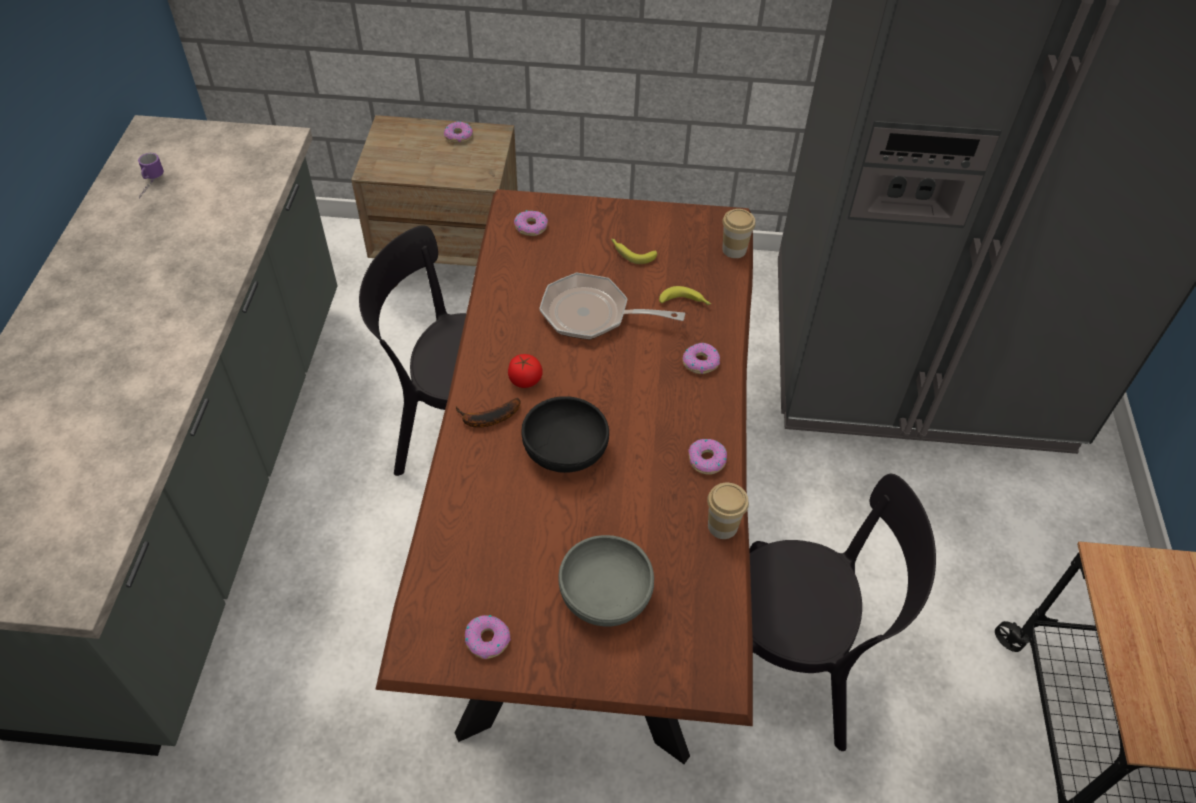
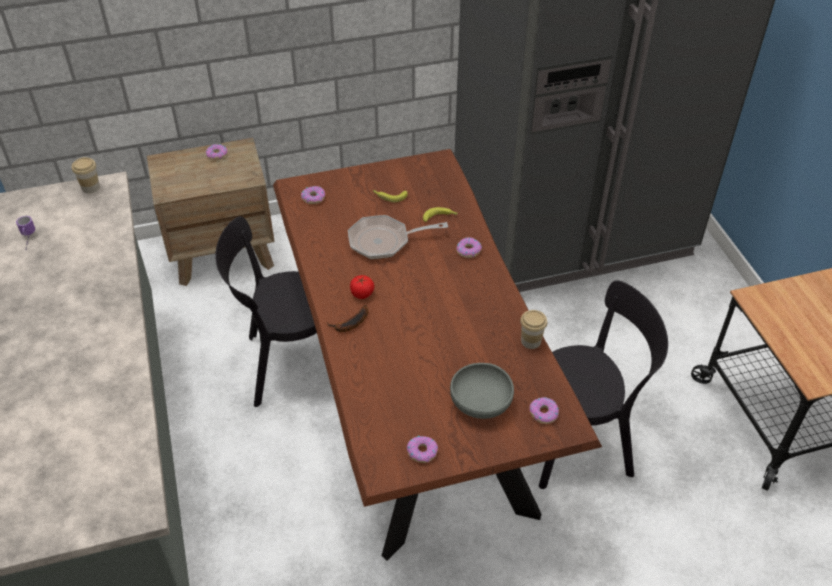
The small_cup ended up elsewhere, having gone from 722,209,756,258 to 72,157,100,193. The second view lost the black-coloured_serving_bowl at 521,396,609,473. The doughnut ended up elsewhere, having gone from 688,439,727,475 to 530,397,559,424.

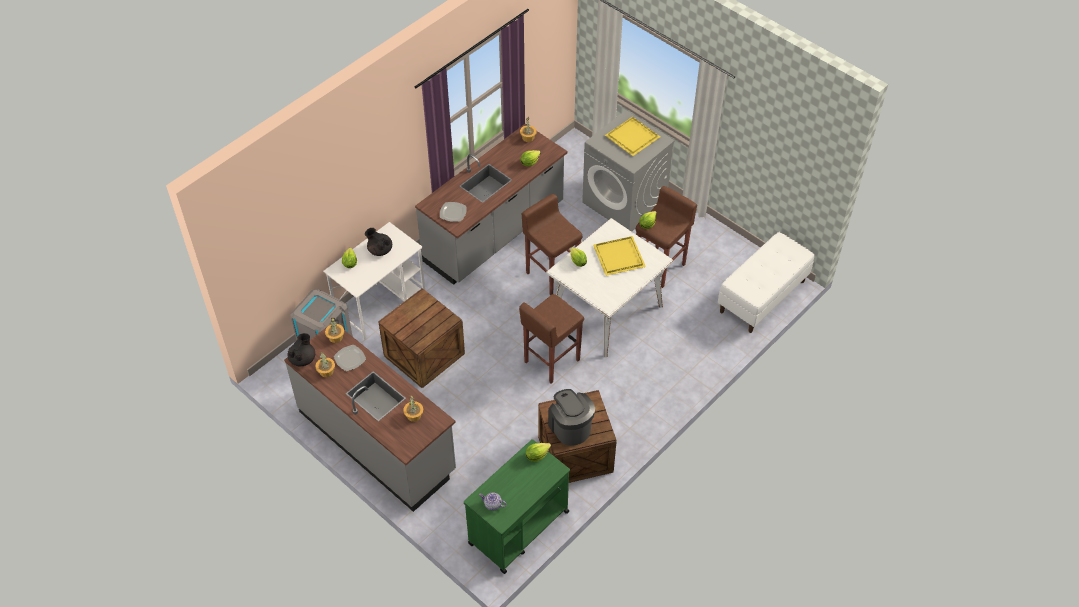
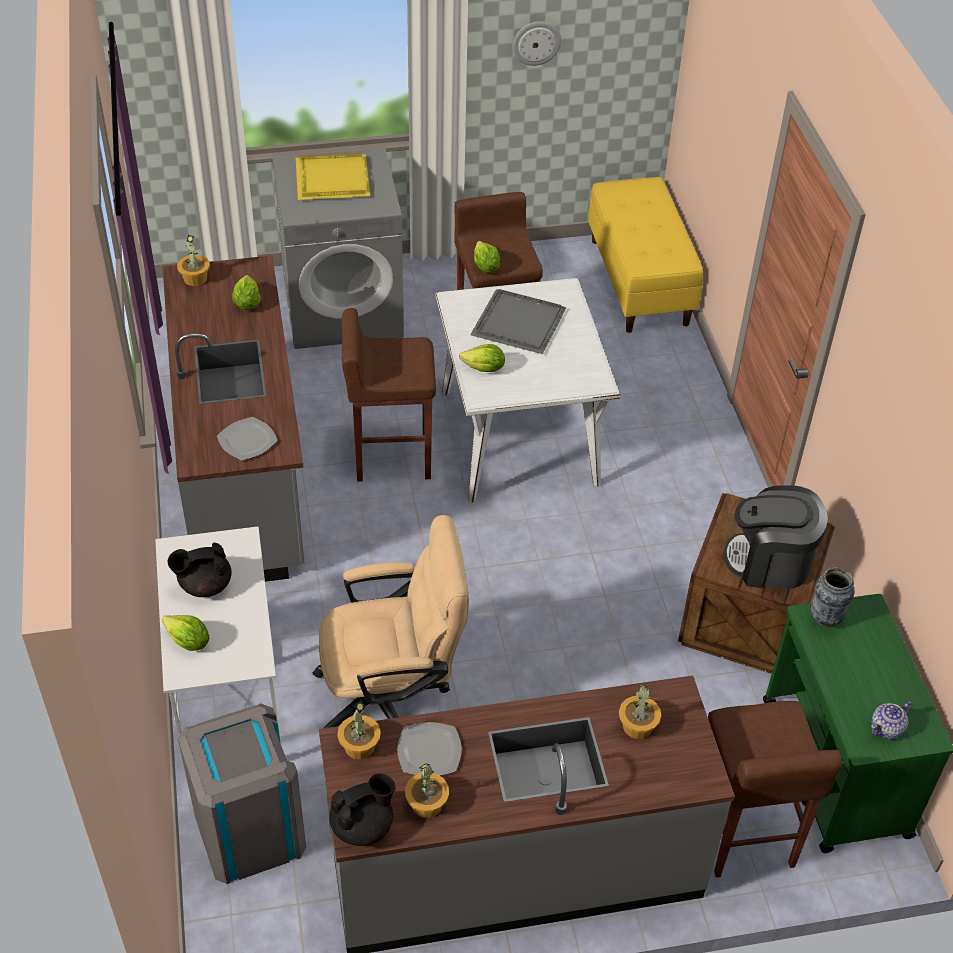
What was the whitish_long_seat at 718,232,814,333 turned into the yellowish_long_seat at 588,177,703,333. What was the yellowish_tray at 593,236,646,276 turned into the greyish_tray at 470,289,567,354. Where the shipping_crate stood at 378,288,465,388, the beige-coloured_office_chair came to stand at 313,515,469,728. The brown-coloured_stool_seat ended up elsewhere, having gone from 519,294,584,384 to 708,701,842,878. The black-coloured_pot_for_tea at 288,333,315,366 ended up facing another way, 90 degrees clockwise from before. Where the lettuce stood at 526,443,551,462, the decorative_vase came to stand at 810,567,855,627. The second view gained the hanging_clock at 513,21,561,66.

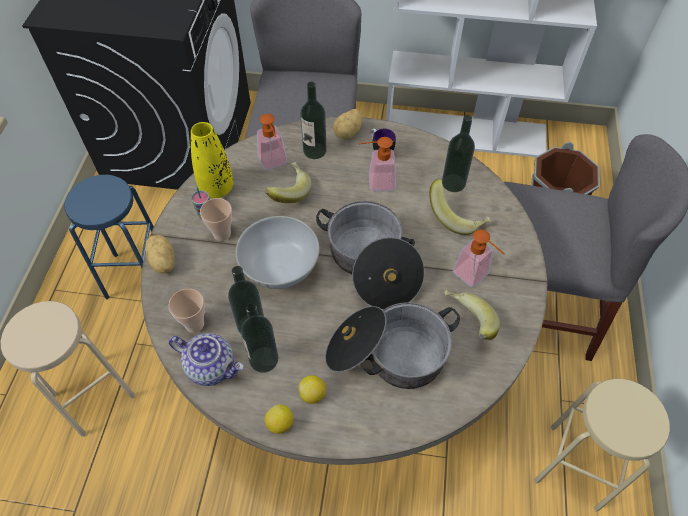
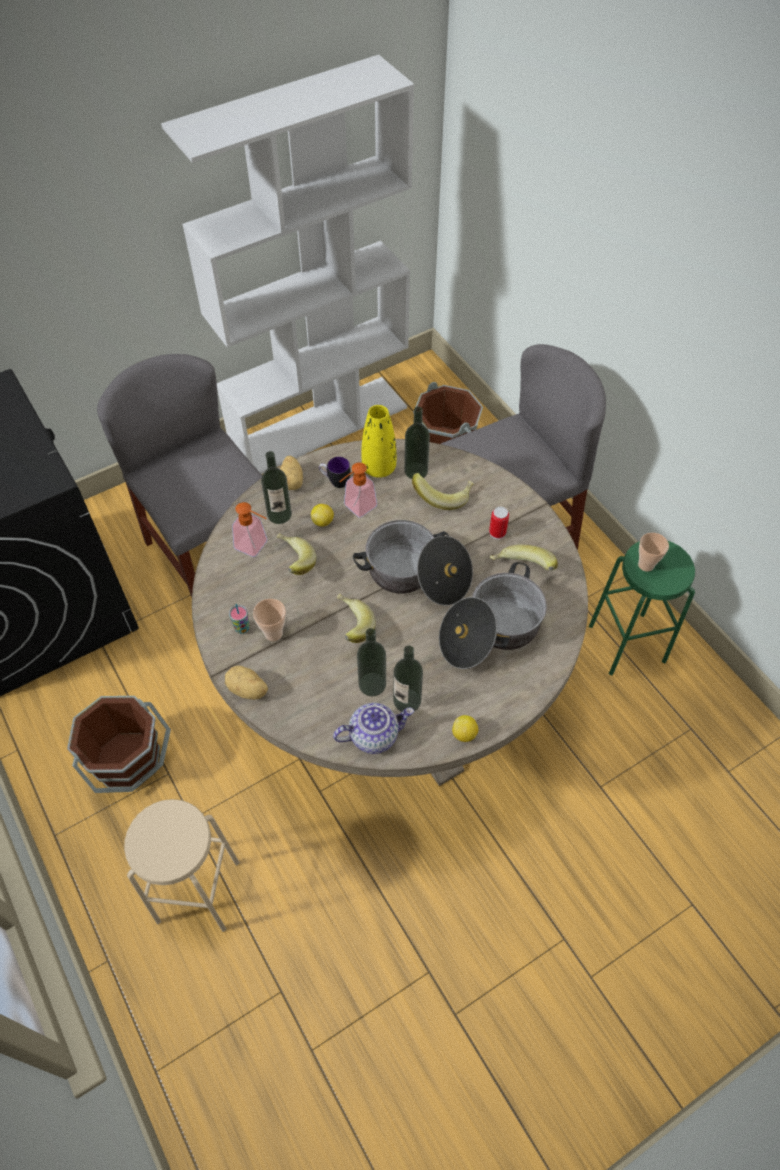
The yellowish_decorative_vase ended up elsewhere, having gone from 191,122,233,198 to 361,405,397,478. Where the bluish_stool_seat stood at 64,175,154,300, the brown-coloured_water_bucket came to stand at 67,696,171,793. Where the whitish_serving_bowl stood at 235,216,319,289, the whole_banana came to stand at 337,594,376,643. Where the liquid_soap_bottle stood at 453,229,504,287, the can came to stand at 489,507,509,539. The small_cup ended up elsewhere, having gone from 168,289,205,333 to 638,533,669,572. The whole_lemon ended up elsewhere, having gone from 299,375,326,404 to 311,504,334,526. What was the beige-coloured_stool_seat at 534,379,670,512 turned into the greenish_stool_seat at 589,540,695,675.

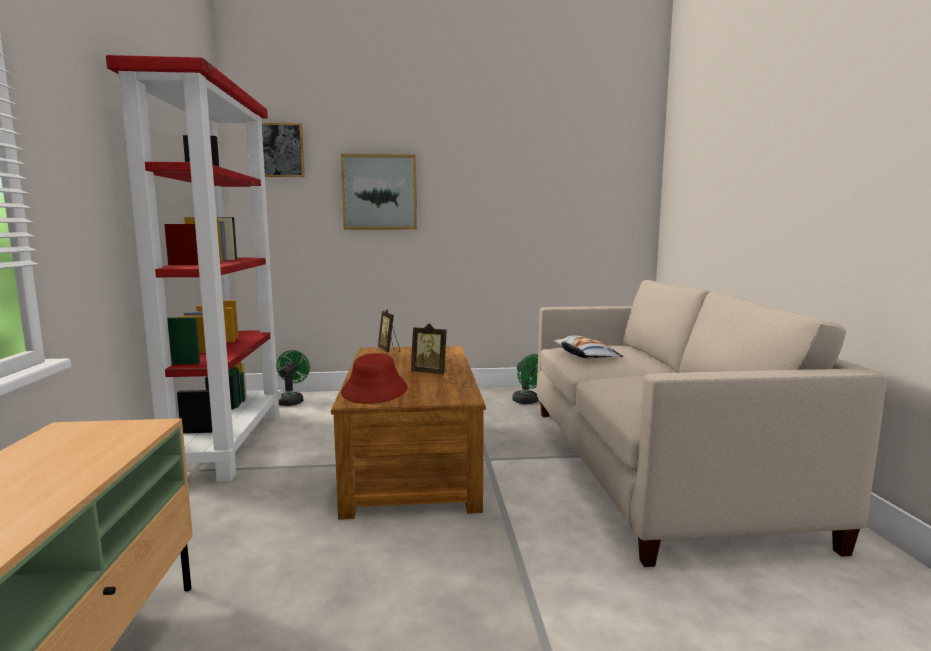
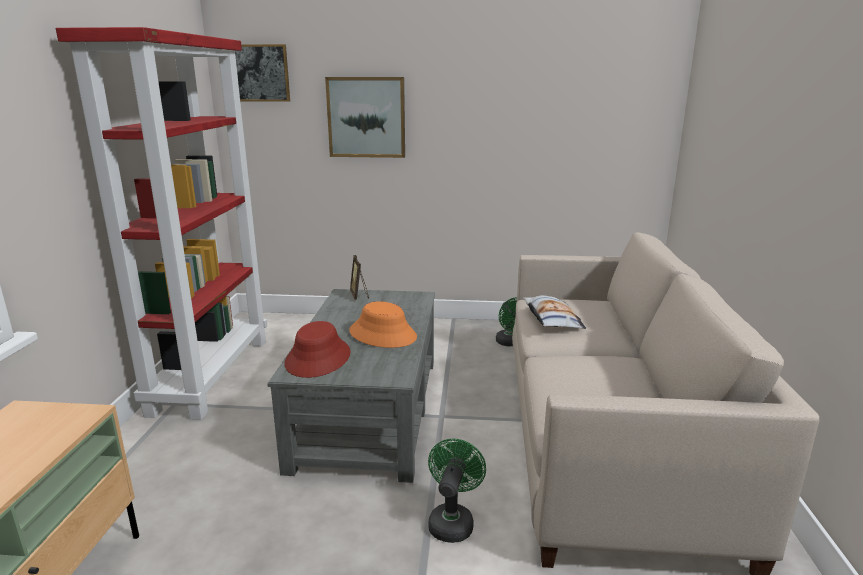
Where the photo_frame stood at 411,323,447,374, the orange-coloured_hat came to stand at 349,301,417,348. What was the brown-coloured_low_table at 331,346,486,520 turned into the greyish_low_table at 267,289,435,483. The greenish_cooling_fan ended up elsewhere, having gone from 276,350,310,406 to 428,439,486,543.

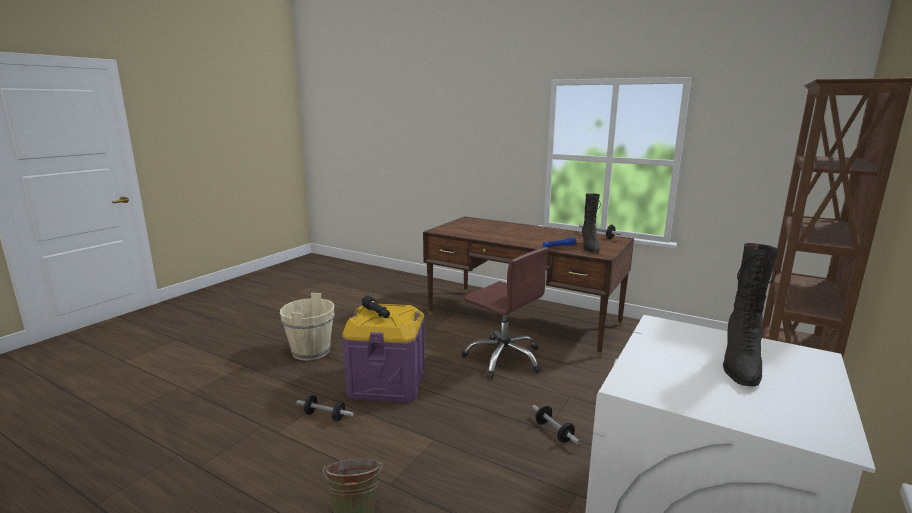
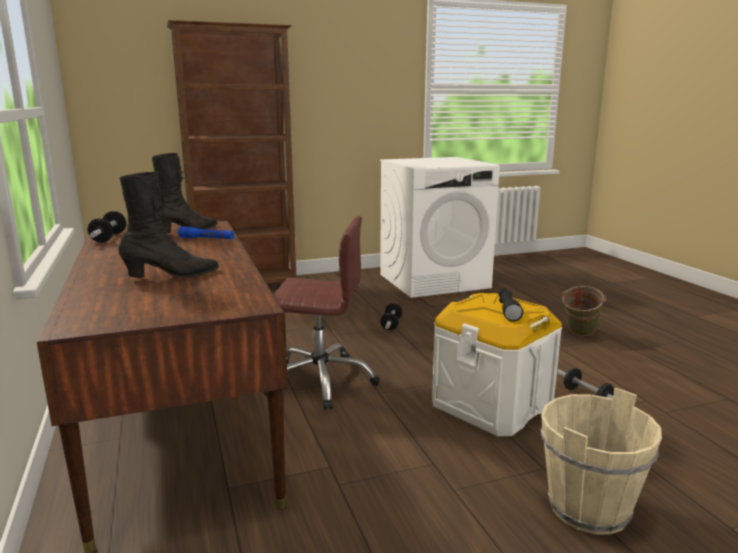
The black-coloured_boot ended up elsewhere, having gone from 723,243,779,387 to 118,172,219,278. The brown-coloured_office_chair at 461,247,548,378 ended up facing another way, 105 degrees clockwise from before. What was the purple_storage_bin at 342,304,425,403 turned into the whitish_storage_bin at 432,293,562,436.

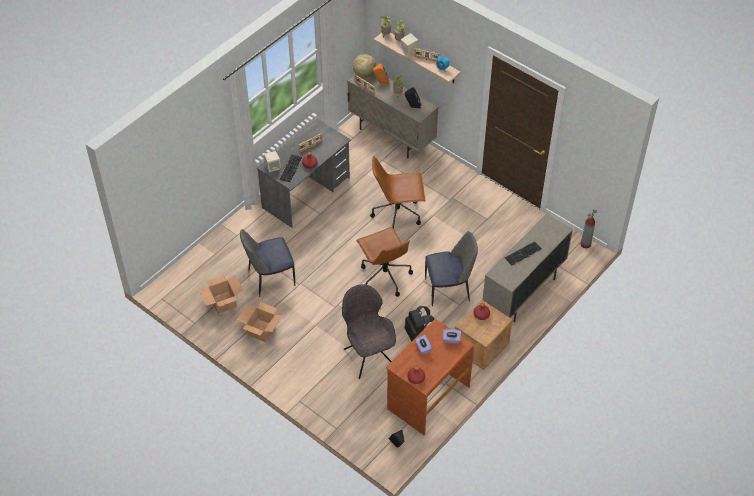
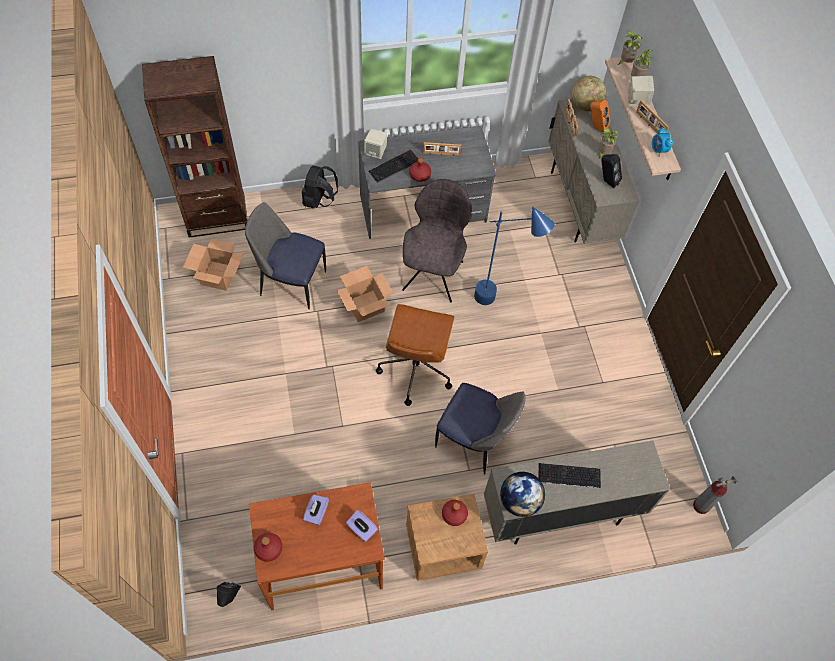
Where the brown-coloured_office_chair stood at 370,156,426,229, the bluish_standing_lamp came to stand at 474,207,555,305. The greyish_chair ended up elsewhere, having gone from 342,284,396,379 to 402,179,471,302. The packing_box ended up elsewhere, having gone from 237,302,283,342 to 337,266,394,322. The black-coloured_knapsack ended up elsewhere, having gone from 404,306,434,341 to 302,166,338,209. The second view gained the brown-coloured_bookshelf at 142,56,248,238. The second view gained the world_globe at 500,472,545,517.

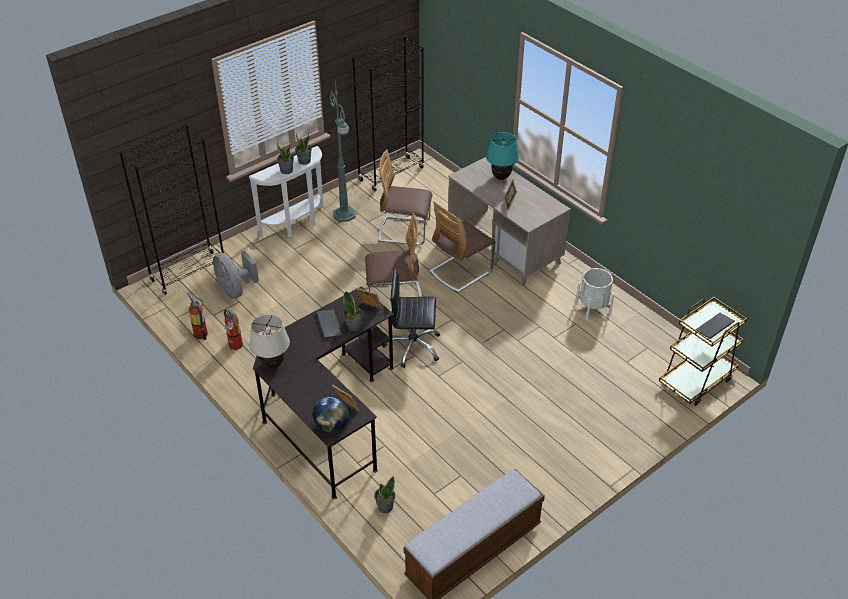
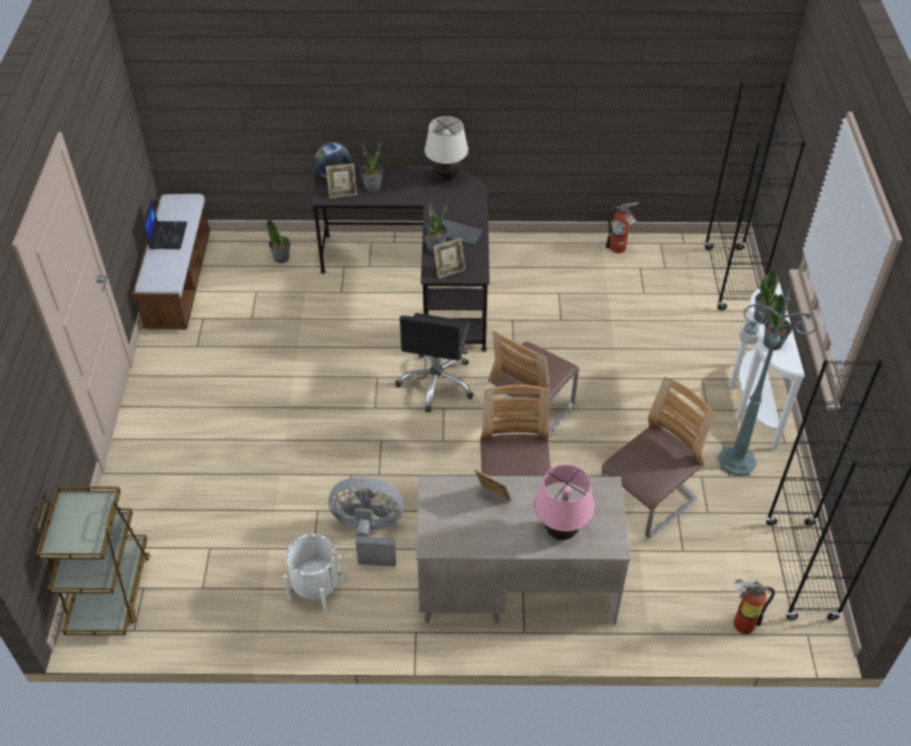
What was the turquoise_tabletop_lamp at 486,132,519,180 turned into the pinkish_tabletop_lamp at 534,464,594,540. The greyish_cooling_fan ended up elsewhere, having gone from 213,251,259,299 to 329,477,403,567. The black-coloured_office_chair at 382,269,440,368 ended up facing another way, 150 degrees clockwise from before. The fire_extinguisher ended up elsewhere, having gone from 224,309,243,350 to 734,580,775,634. The second view lost the computer_keyboard at 695,313,735,339. The second view gained the houseplant at 360,142,383,192. The second view gained the portable_computer at 143,198,187,249.

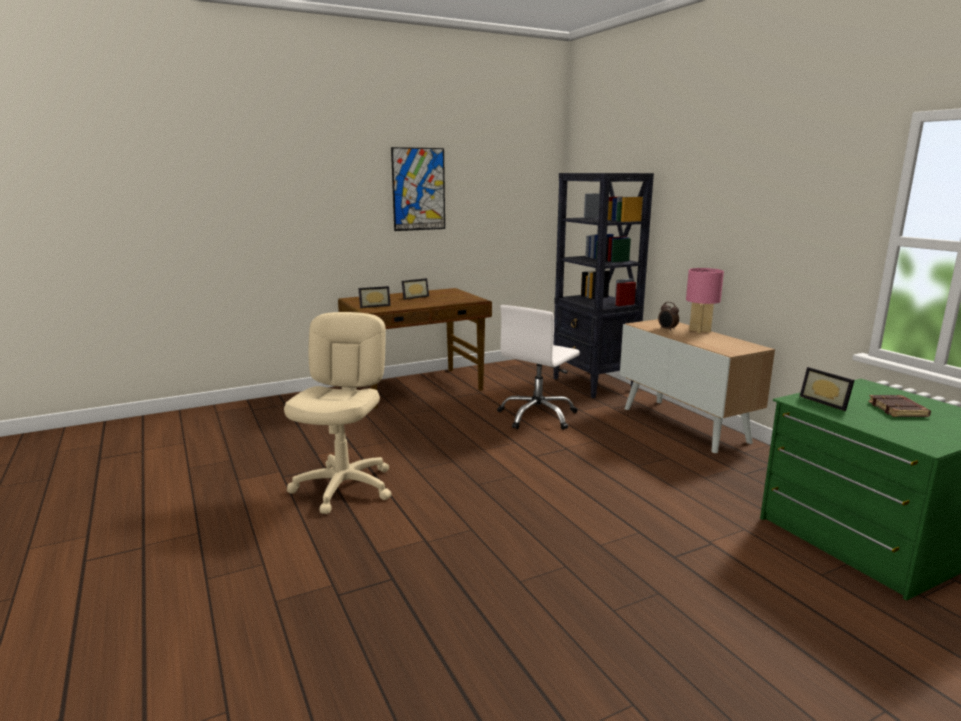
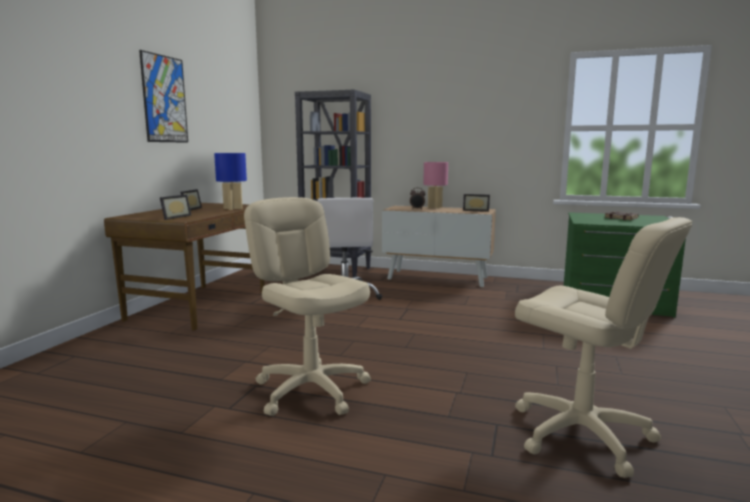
The photo_frame ended up elsewhere, having gone from 800,367,855,411 to 463,194,490,212. The second view gained the bluish_tabletop_lamp at 214,153,247,210. The second view gained the beige-coloured_office_chair at 515,217,692,478.

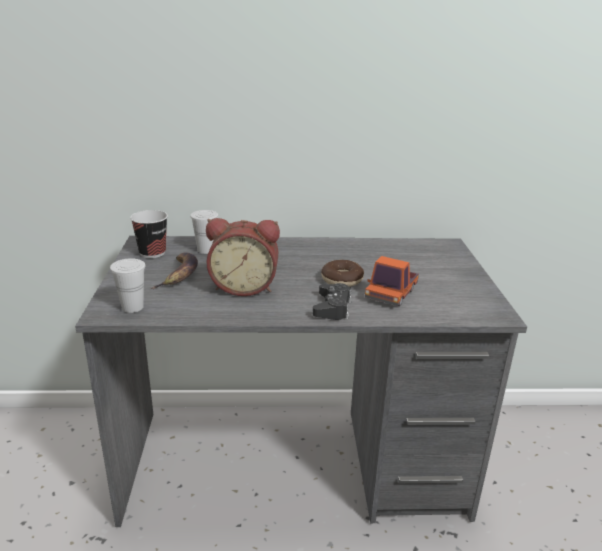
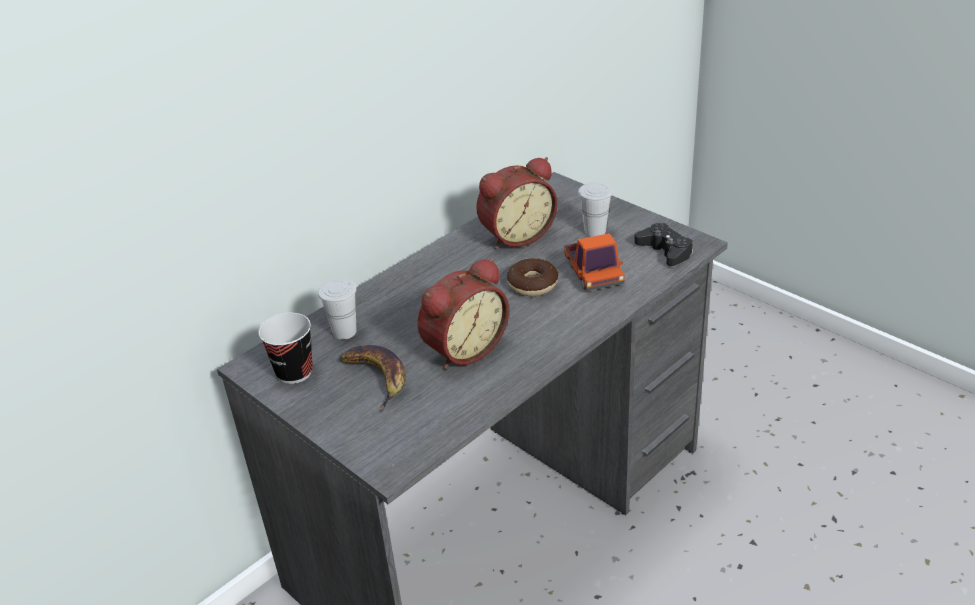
The whitish_small_cup ended up elsewhere, having gone from 110,258,146,313 to 578,182,613,237. The black-coloured_gamepad ended up elsewhere, having gone from 313,283,352,320 to 634,223,693,266. The second view gained the table_clock at 476,157,557,249.

